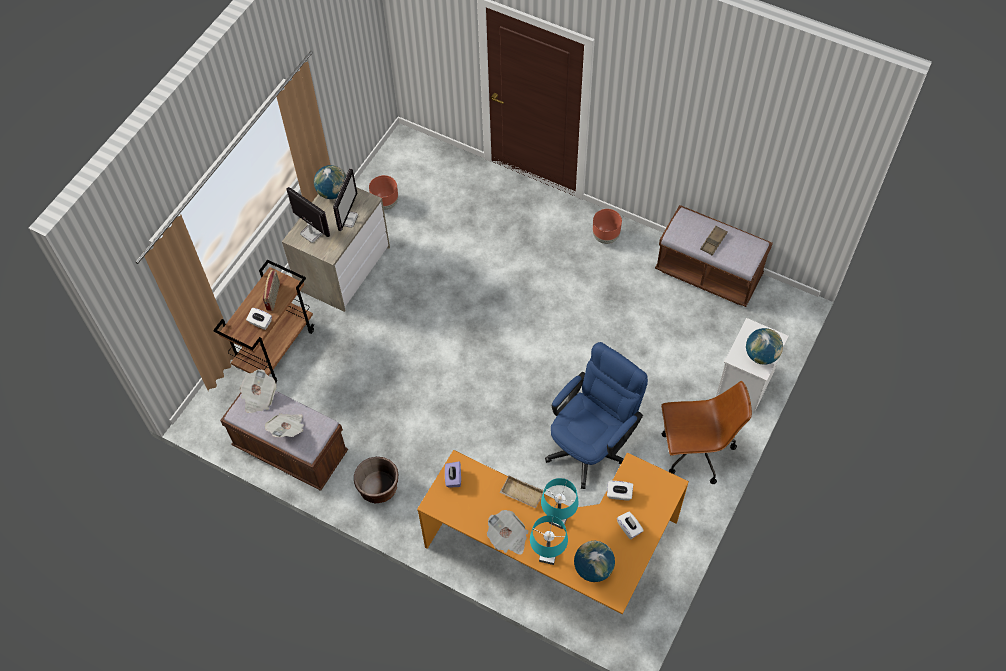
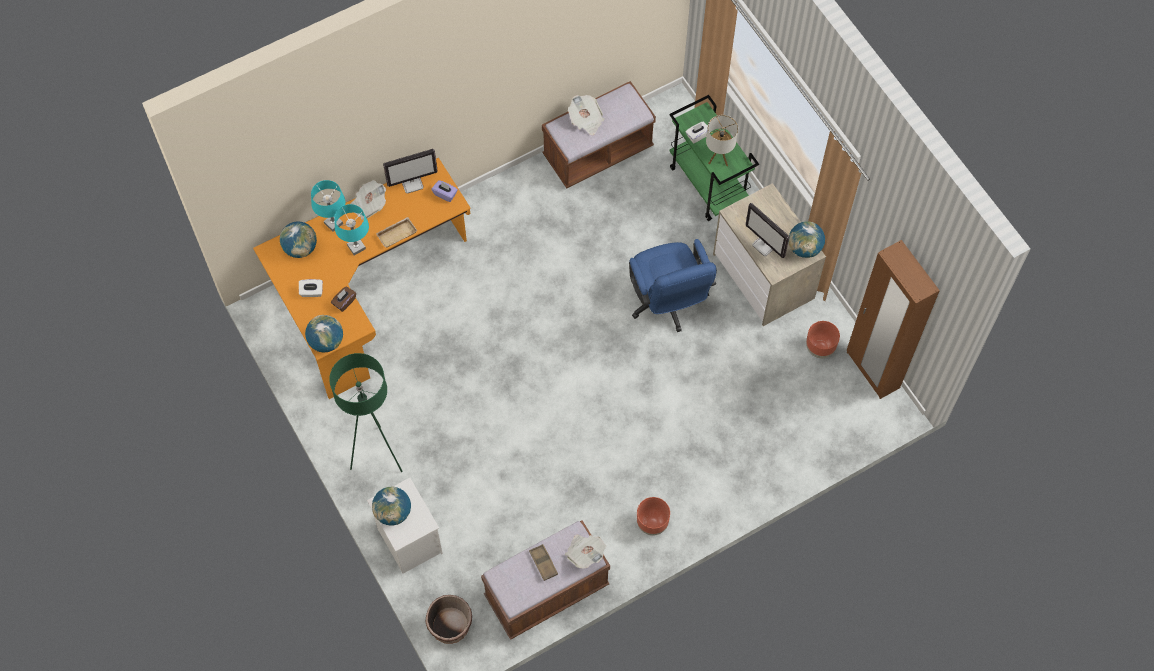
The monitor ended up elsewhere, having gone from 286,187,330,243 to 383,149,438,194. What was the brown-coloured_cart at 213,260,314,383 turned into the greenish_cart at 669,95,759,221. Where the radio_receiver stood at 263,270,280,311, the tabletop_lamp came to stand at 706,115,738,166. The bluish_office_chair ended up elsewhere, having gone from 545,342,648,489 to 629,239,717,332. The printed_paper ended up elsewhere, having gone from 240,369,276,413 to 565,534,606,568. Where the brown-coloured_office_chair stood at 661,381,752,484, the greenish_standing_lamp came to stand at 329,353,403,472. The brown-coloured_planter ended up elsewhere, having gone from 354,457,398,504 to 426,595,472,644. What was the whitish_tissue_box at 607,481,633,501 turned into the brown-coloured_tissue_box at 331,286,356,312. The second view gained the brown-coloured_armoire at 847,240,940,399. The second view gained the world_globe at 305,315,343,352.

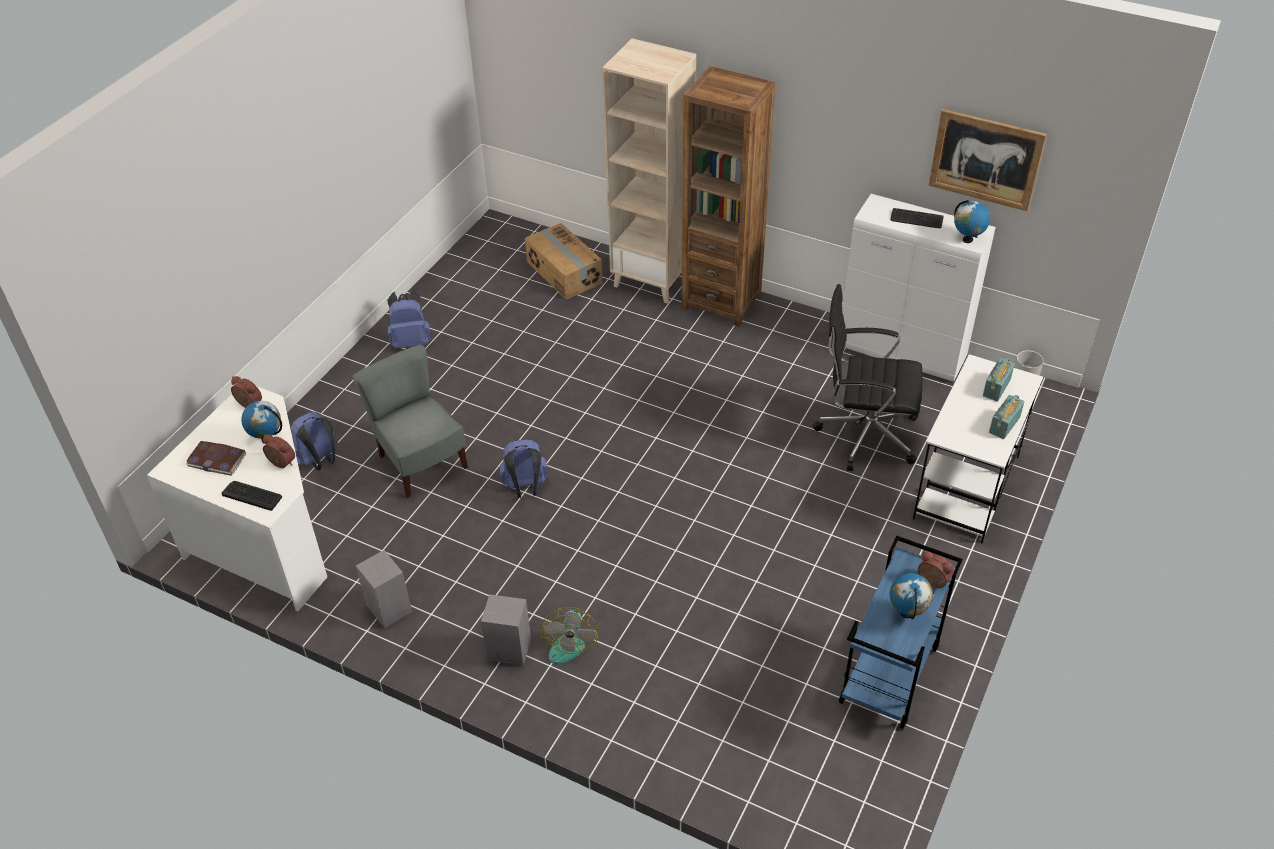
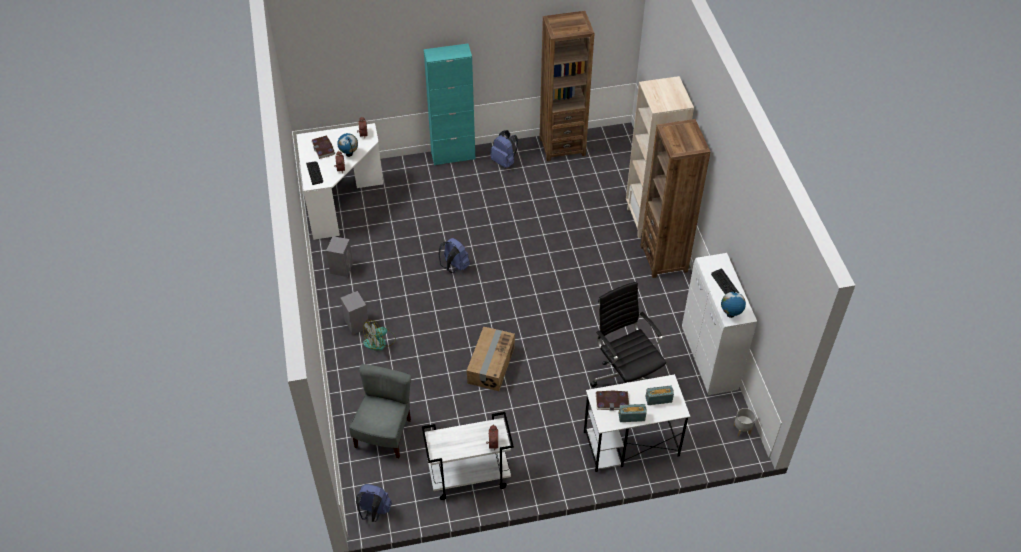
The second view lost the wall_art at 929,109,1047,211. The packing_box ended up elsewhere, having gone from 525,223,603,299 to 467,326,515,391. The greyish_chair ended up elsewhere, having gone from 352,345,468,498 to 349,364,411,458. The bluish_knapsack ended up elsewhere, having gone from 291,412,338,470 to 356,484,392,522. What was the bluish_cart at 839,536,963,729 turned into the whitish_cart at 422,412,514,500. The second view lost the world_globe at 890,573,933,619. The second view gained the brown-coloured_bookshelf at 539,11,594,161. The second view gained the turquoise_cabinet at 424,43,475,166. The second view gained the book at 596,391,629,410.

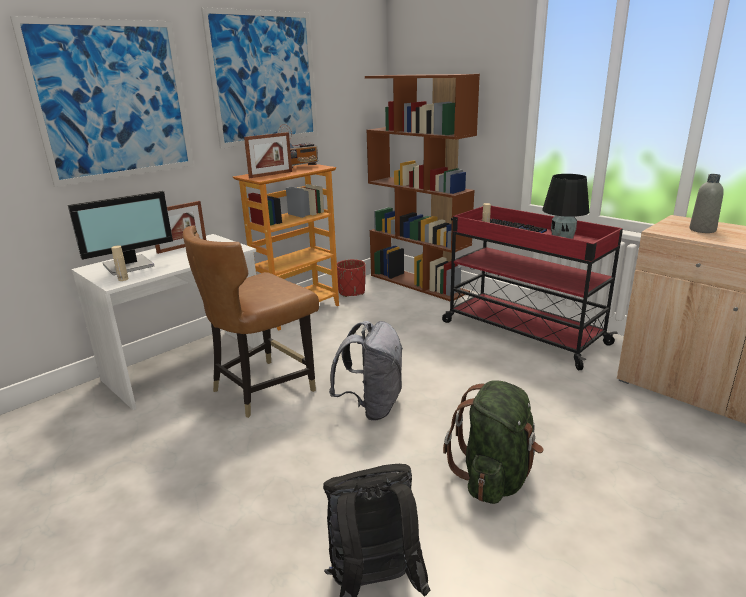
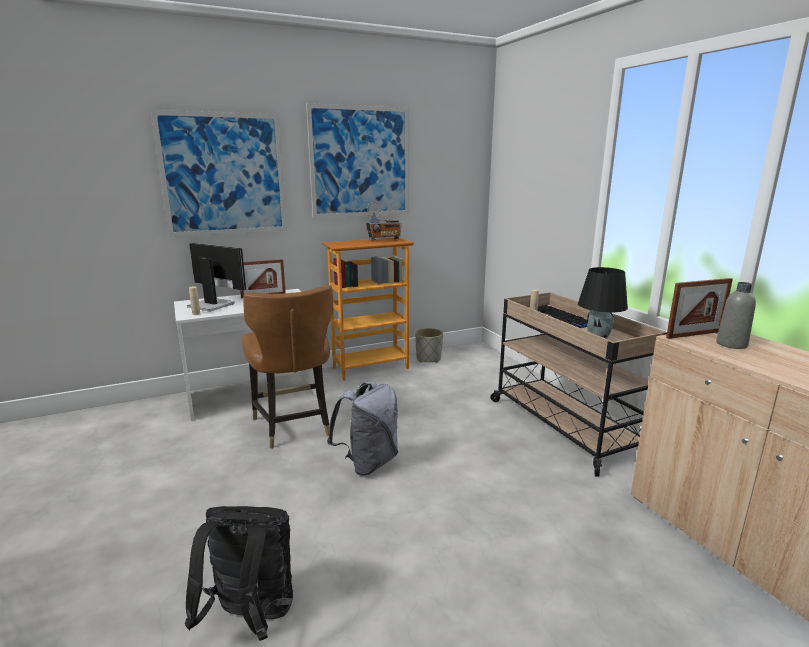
The second view lost the brown-coloured_bookshelf at 365,74,480,301. The photo_frame ended up elsewhere, having gone from 244,132,292,178 to 666,278,733,339. The monitor at 68,191,173,275 ended up facing another way, 135 degrees counterclockwise from before. What was the red-coloured_cart at 442,206,623,370 turned into the beige-coloured_cart at 491,292,667,477. The brown-coloured_chair at 183,225,319,418 ended up facing another way, 90 degrees counterclockwise from before. What was the red-coloured_planter at 337,259,366,297 turned into the greyish_planter at 415,328,443,363. The second view lost the greenish_knapsack at 443,381,543,504.

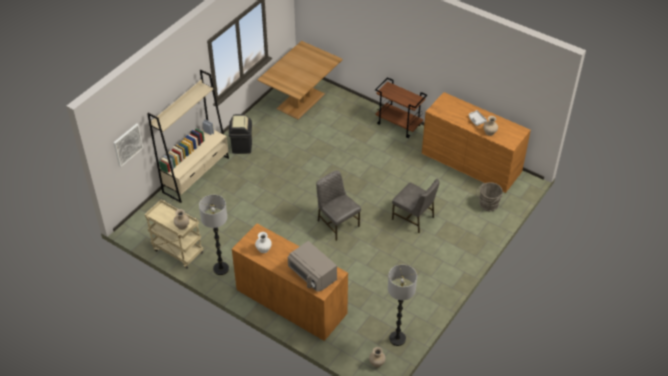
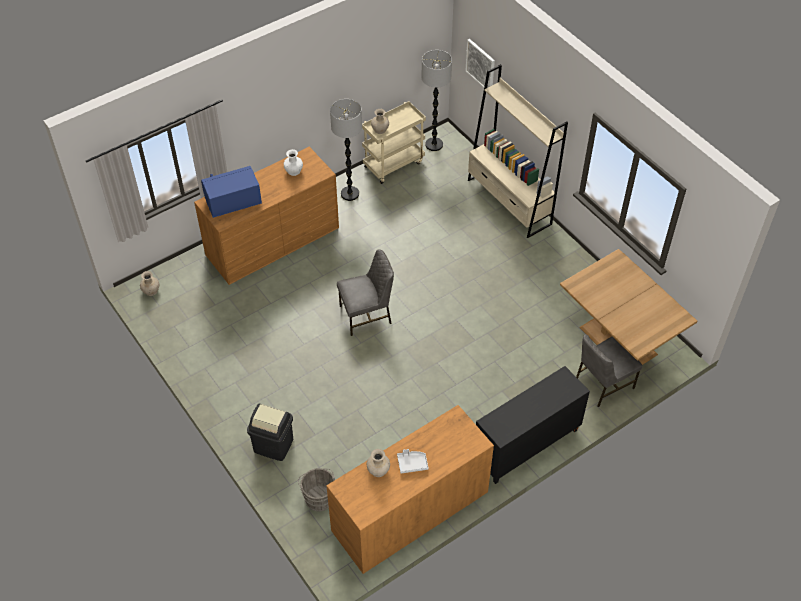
Where the brown-coloured_cart stood at 375,77,427,138, the black-coloured_cabinet came to stand at 476,366,590,484. The black-coloured_rubbish_bin ended up elsewhere, having gone from 229,114,252,154 to 247,404,293,461. The greyish_chair ended up elsewhere, having gone from 392,179,440,233 to 576,334,643,407. What was the greyish_microwave_oven at 288,241,337,292 turned into the bluish_microwave_oven at 201,166,262,218. The standing_lamp ended up elsewhere, having gone from 388,265,417,346 to 421,50,452,151.

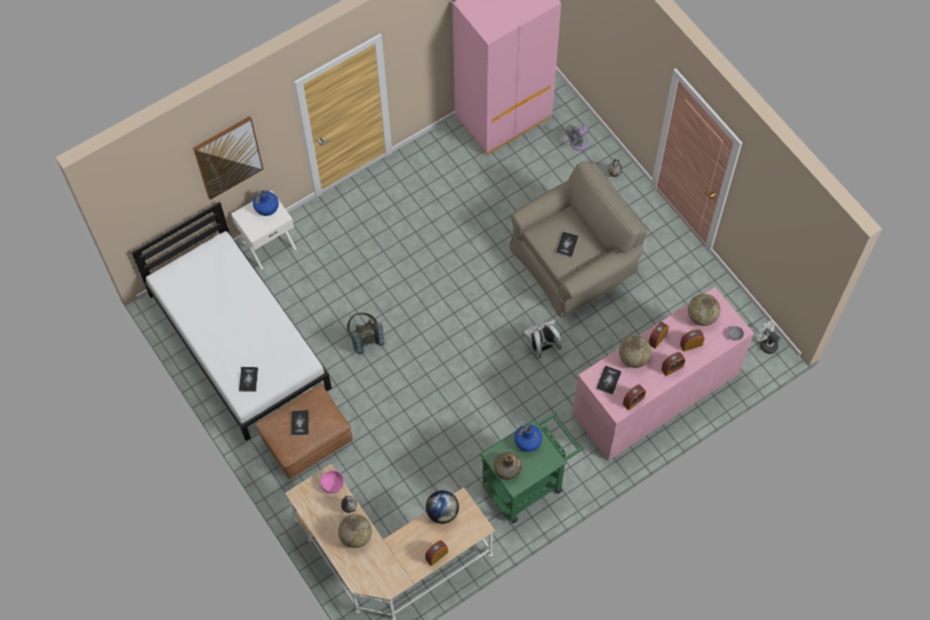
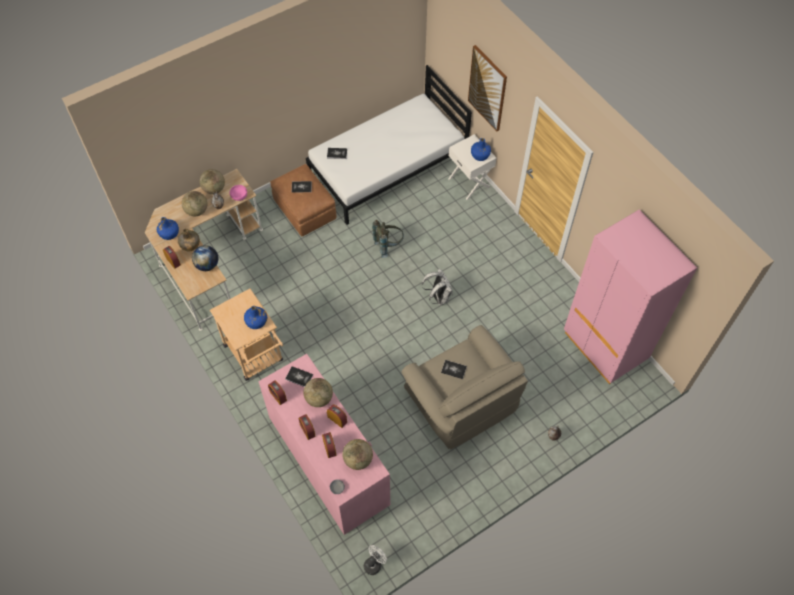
The second view lost the greyish_cooling_fan at 566,125,589,151. The whitish_knapsack ended up elsewhere, having gone from 523,319,562,359 to 422,269,453,305. What was the greenish_cart at 480,412,583,523 turned into the beige-coloured_cart at 210,288,283,381. The greenish_beverage_bottle ended up elsewhere, having gone from 494,452,522,480 to 178,229,200,252. The second view gained the world_globe at 200,169,225,194. The second view gained the bluish_beverage_bottle at 157,217,179,240.

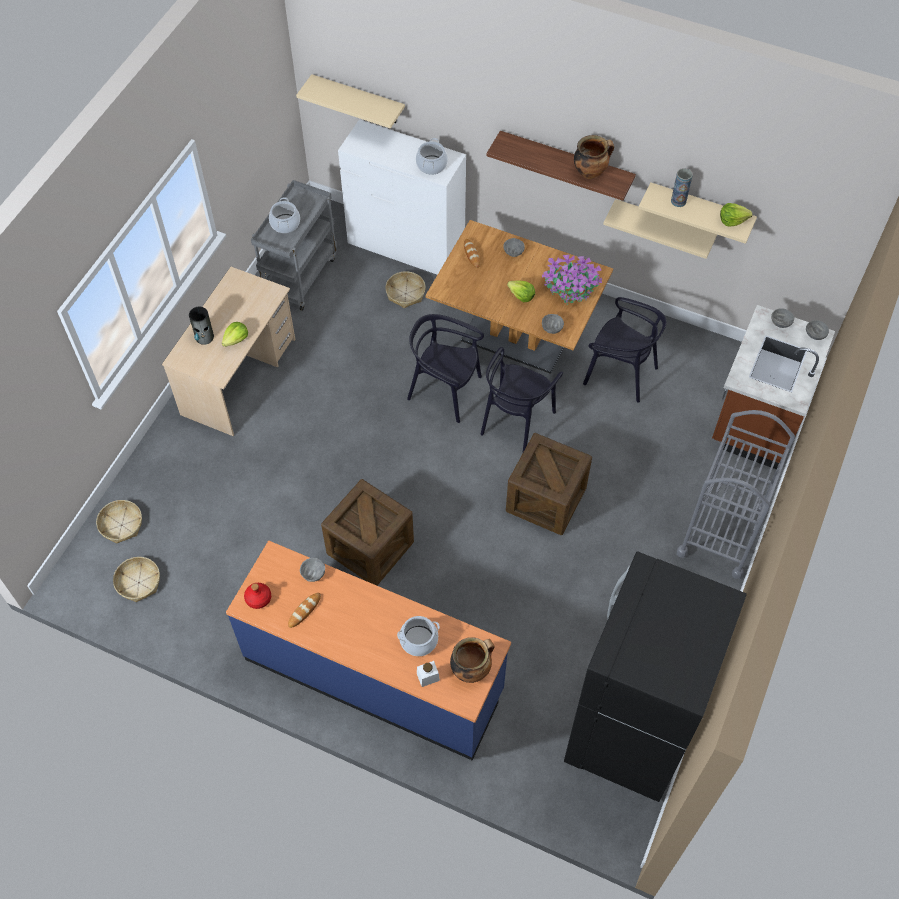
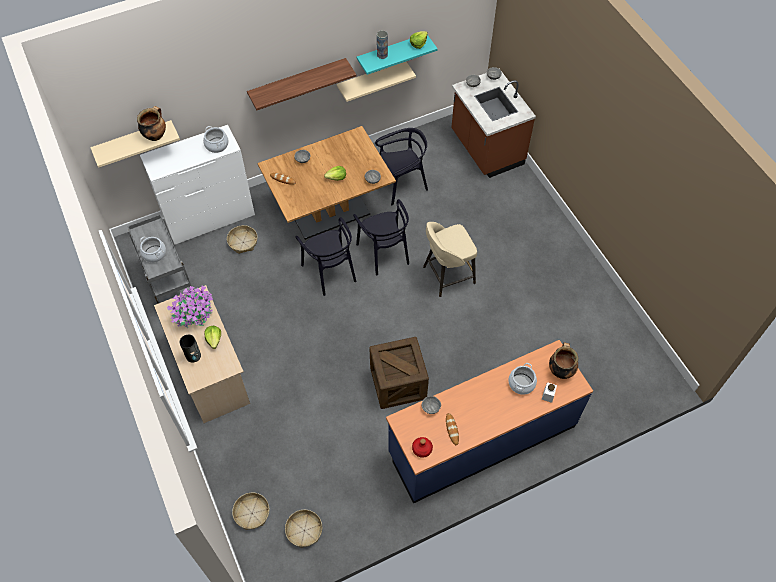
The stockpot ended up elsewhere, having gone from 574,135,614,179 to 137,106,166,141. What was the beige-coloured_bracket_shelf at 638,183,757,244 turned into the turquoise_bracket_shelf at 357,35,438,75. The houseplant ended up elsewhere, having gone from 542,254,602,305 to 167,286,213,328. The black-coloured_chair at 407,314,484,423 ended up facing another way, 90 degrees counterclockwise from before. The second view lost the greyish_cart at 677,410,795,579. Where the shipping_crate stood at 506,433,592,535, the beige-coloured_stool_seat came to stand at 423,222,477,297. The second view lost the black-coloured_fridge at 564,551,747,802.

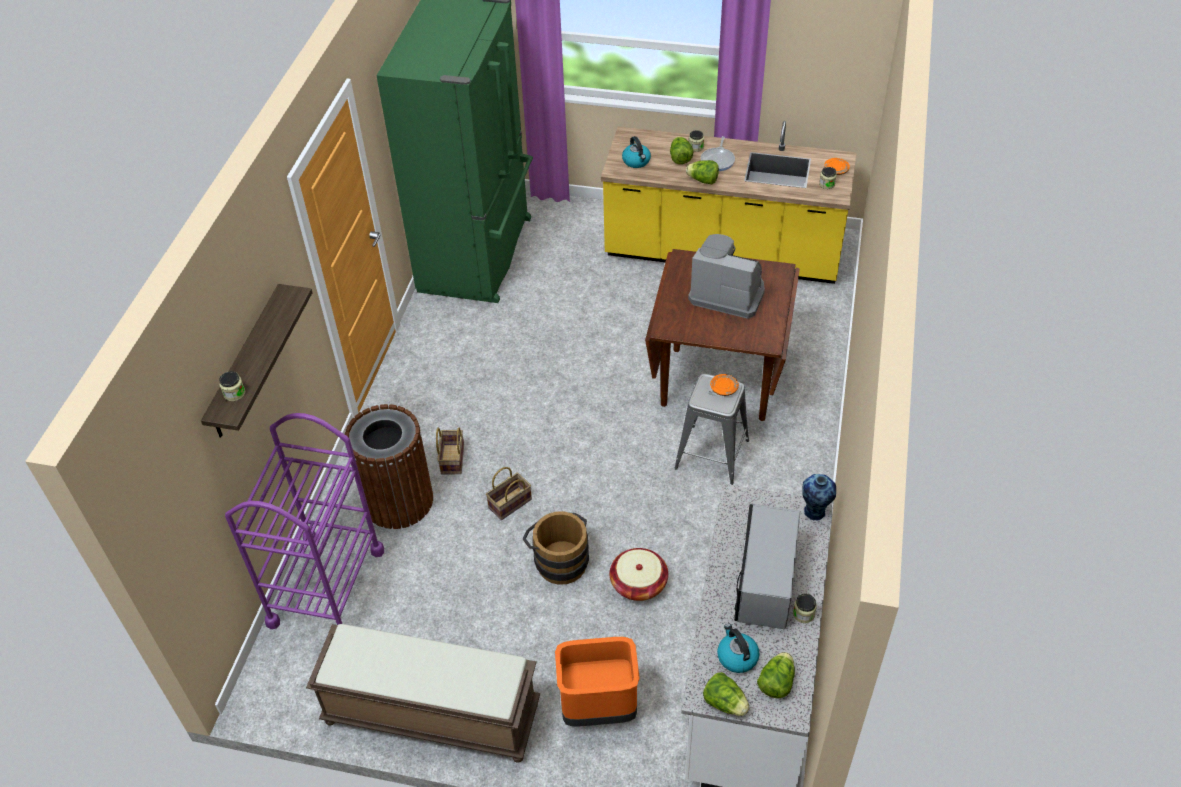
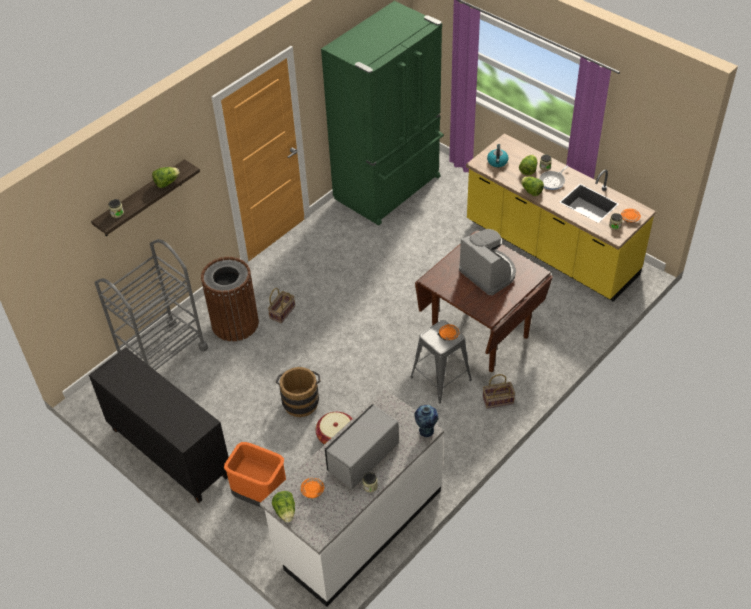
What was the purple_cart at 225,413,384,629 turned into the greyish_cart at 95,239,208,371. The storage_basket ended up elsewhere, having gone from 486,467,532,520 to 483,374,515,409. Where the brown-coloured_long_seat stood at 306,624,540,763, the black-coloured_cabinet came to stand at 89,347,229,503. Where the tea_kettle stood at 717,624,760,673, the orange-coloured_dinner_plate came to stand at 300,478,324,498. The lettuce ended up elsewhere, having gone from 757,652,795,698 to 152,167,180,188.

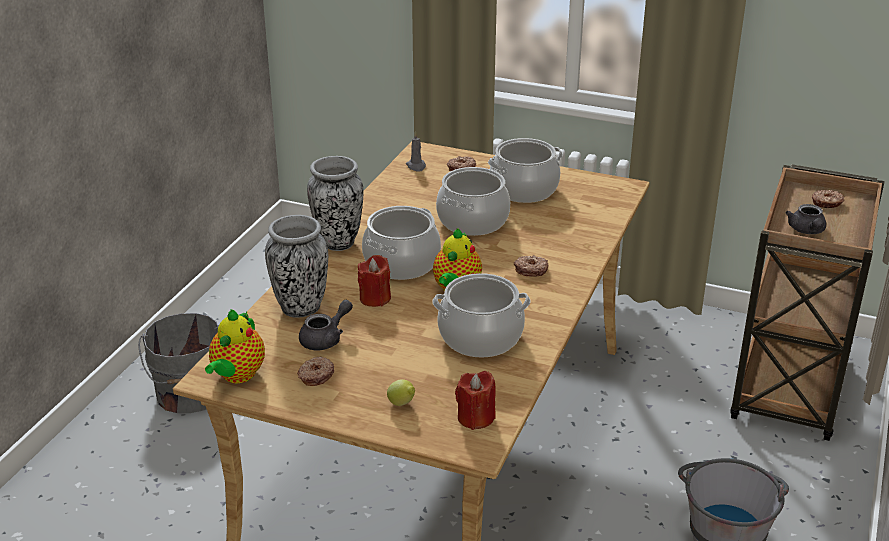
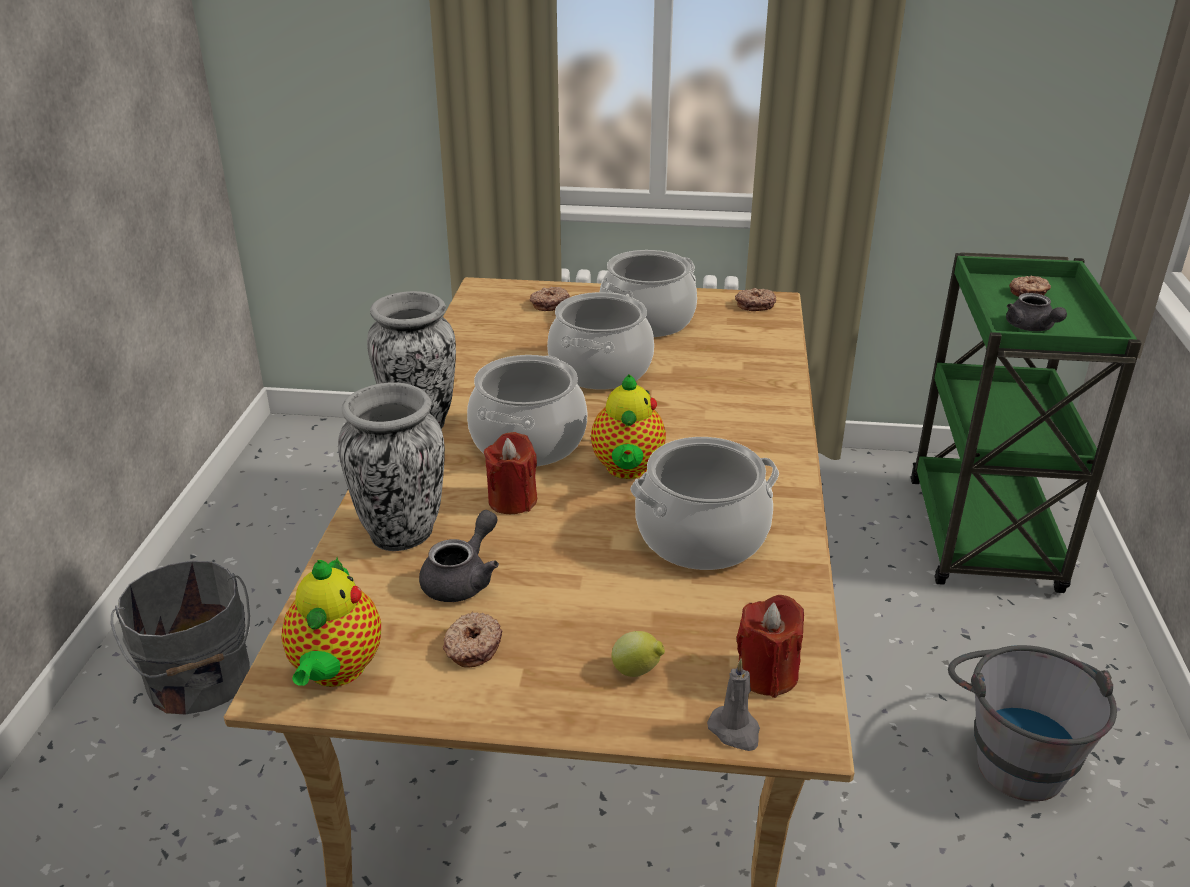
The greyish_wax_candle ended up elsewhere, having gone from 406,132,426,172 to 707,659,760,751. What was the brown-coloured_cart at 730,165,885,441 turned into the greenish_cart at 910,253,1142,593. The doughnut ended up elsewhere, having gone from 514,255,548,277 to 735,288,776,311.

